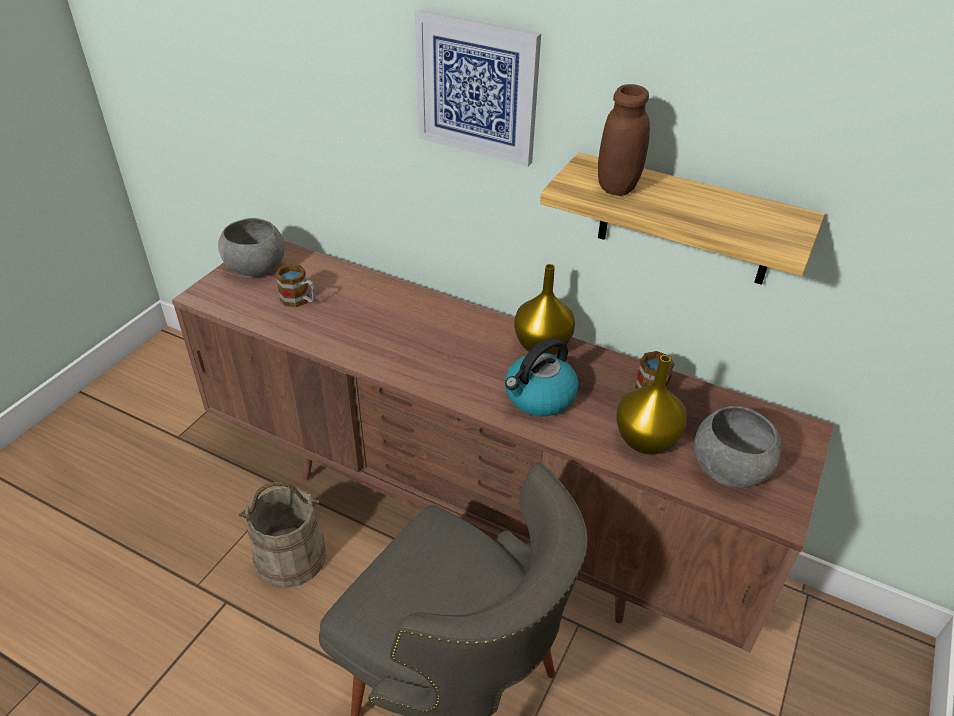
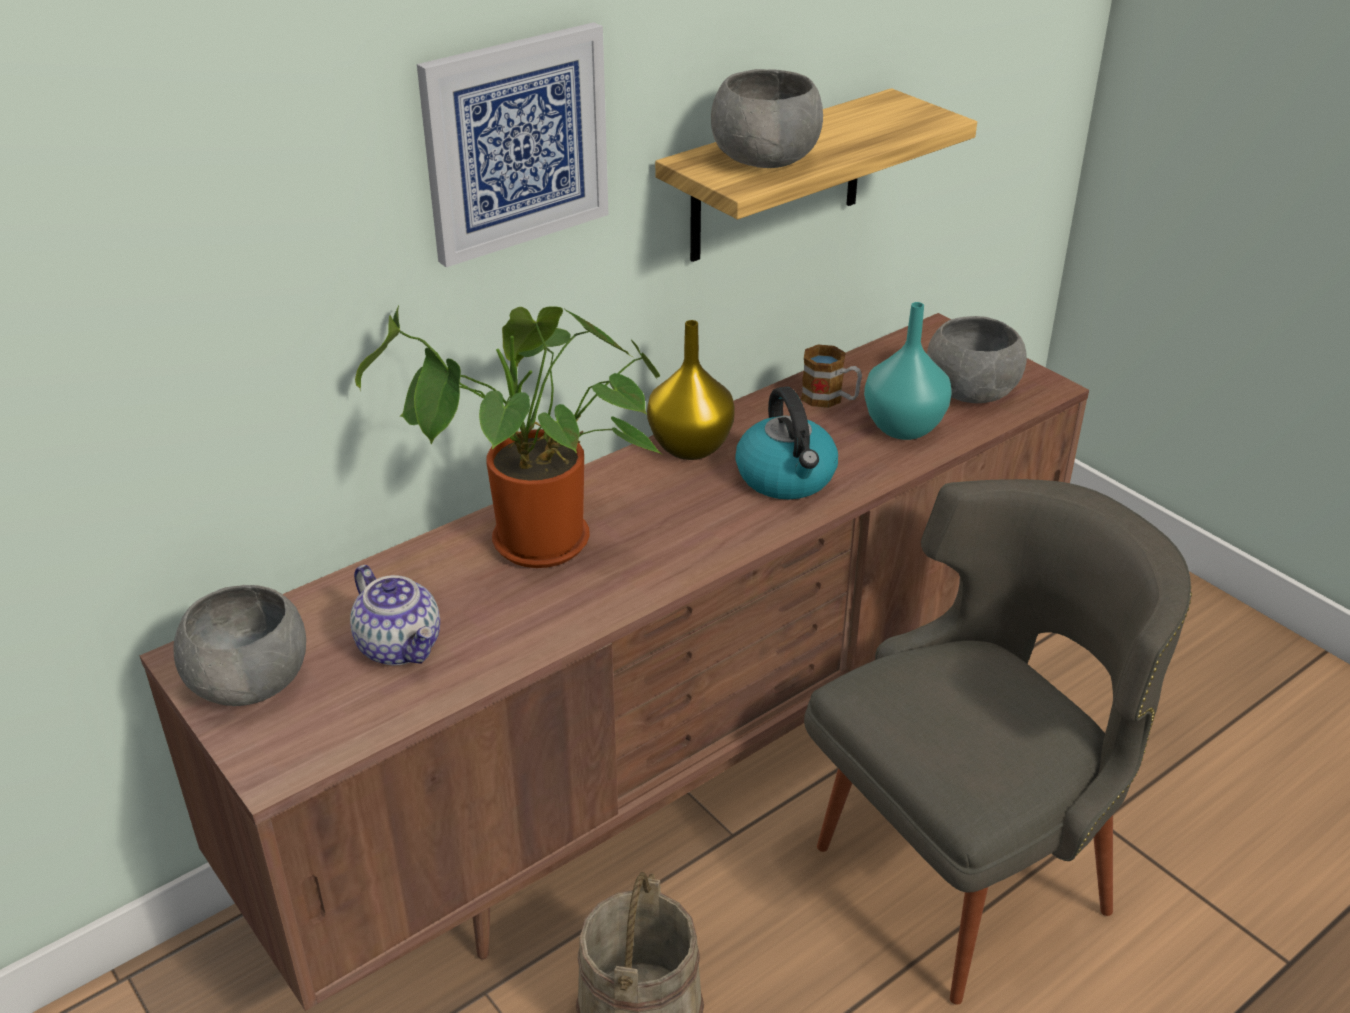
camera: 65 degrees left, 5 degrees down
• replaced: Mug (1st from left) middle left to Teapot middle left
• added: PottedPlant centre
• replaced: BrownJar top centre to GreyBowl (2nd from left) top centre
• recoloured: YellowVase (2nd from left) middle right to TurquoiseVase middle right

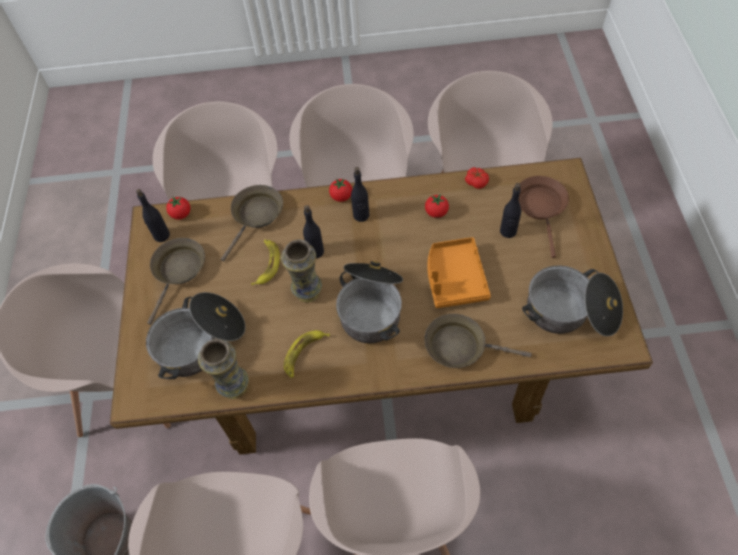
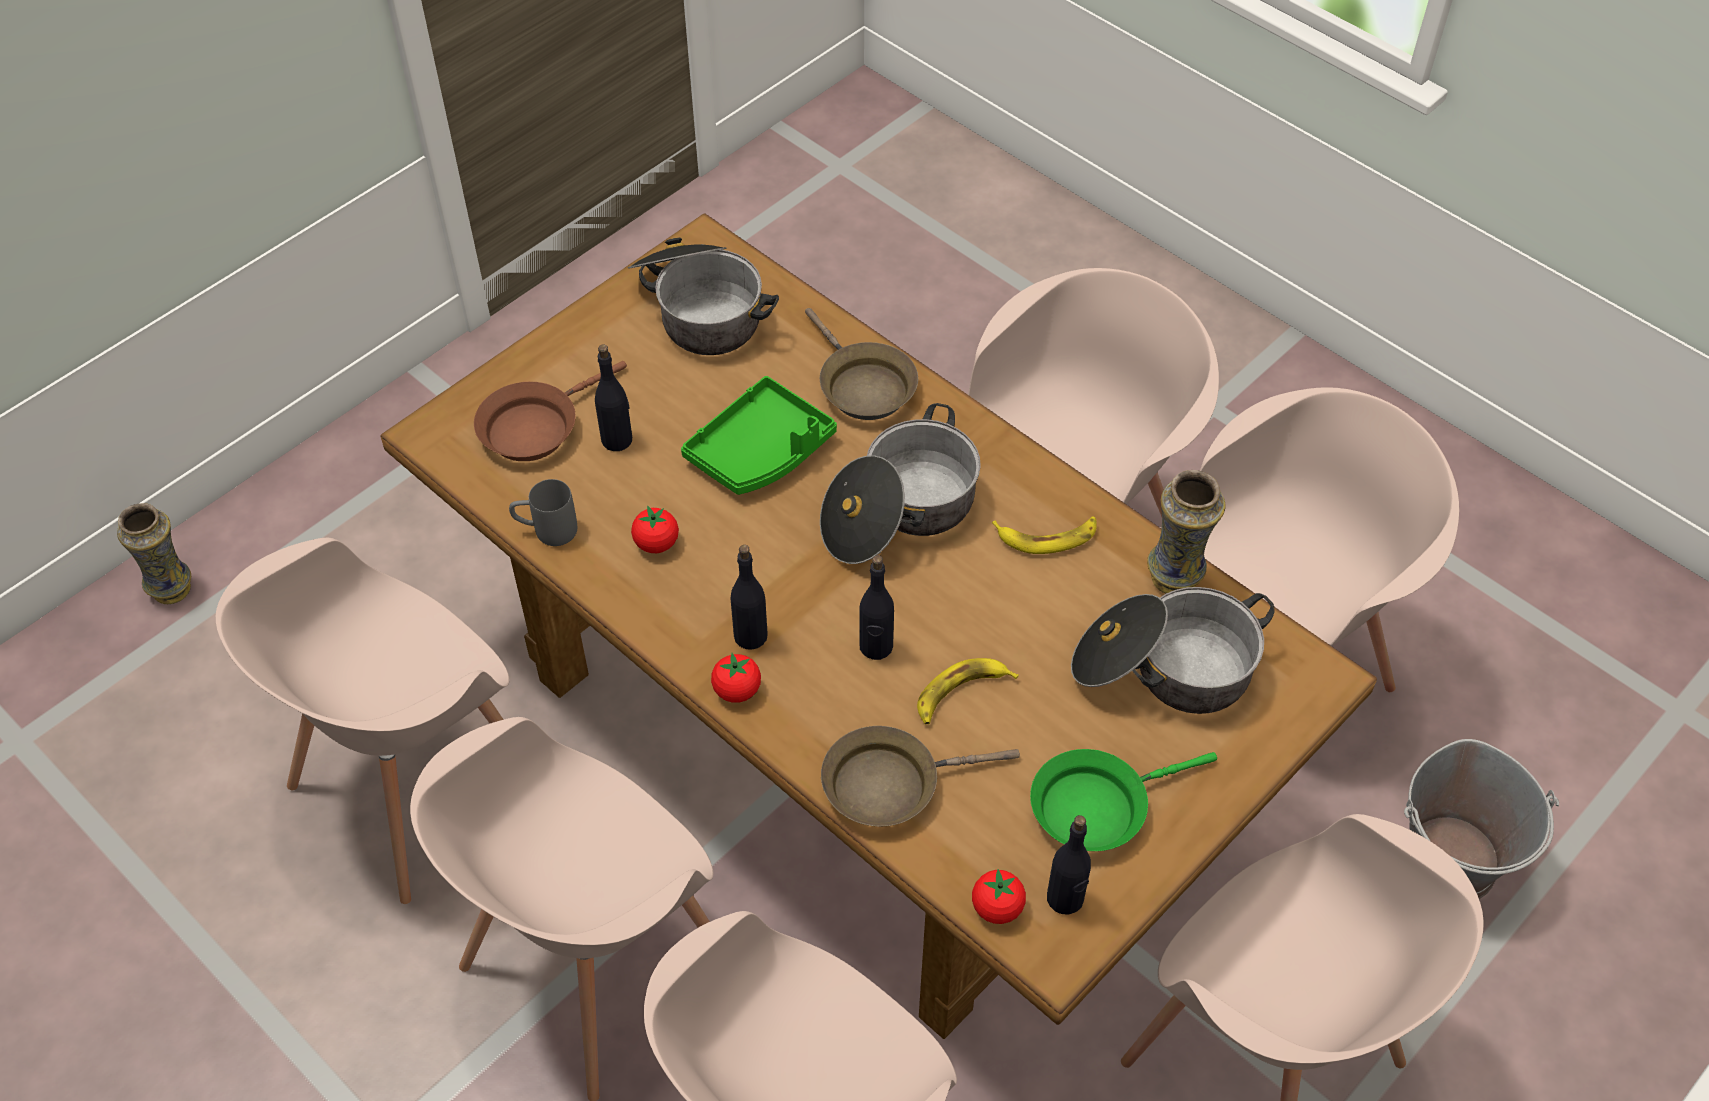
camera: 135 degrees left, 5 degrees down
• moved: Vase (2nd from left in the first image) centre to Vase (1st from left) middle left
• replaced: Tomato (4th from left) top centre to GreyMug middle left
• recoloured: OrangeTray centre to GreenTray centre
• recoloured: BrownFryingPan (1st from left) middle left to GreenFryingPan bottom centre

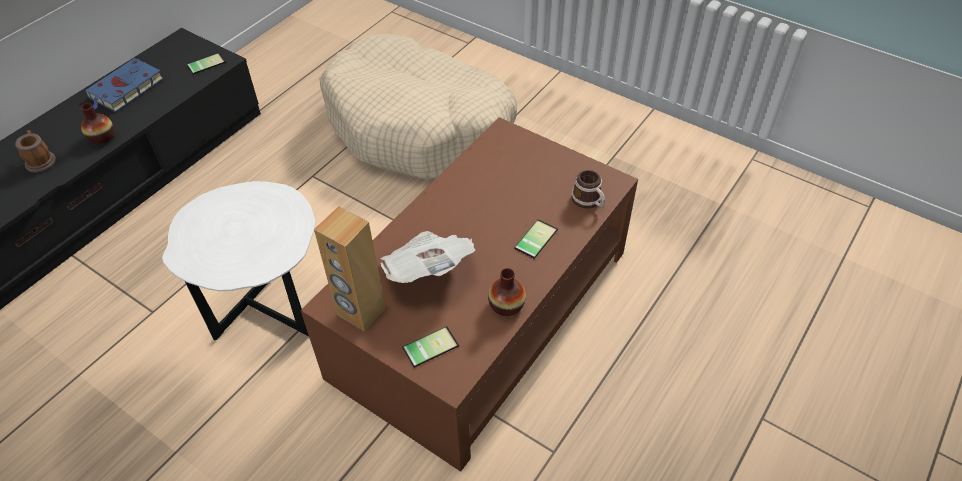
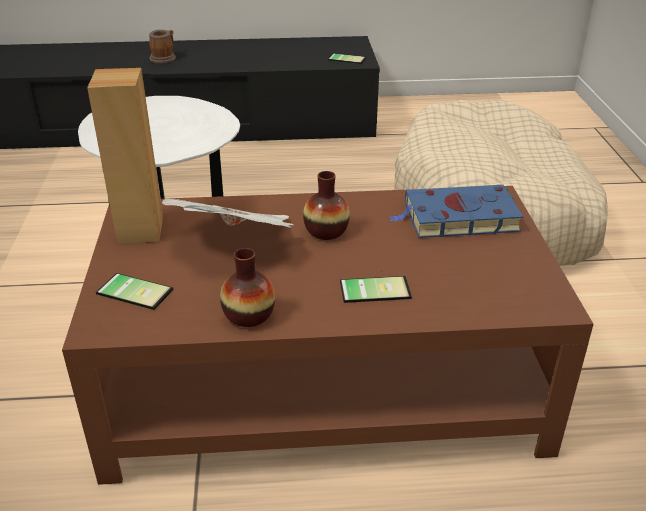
camera: 50 degrees right, 15 degrees down
• moved: Vase (1st from left in the first image) top left to Vase (2nd from left) centre
• moved: BlueBook top left to middle right
• removed: Mug (2nd from left) centre

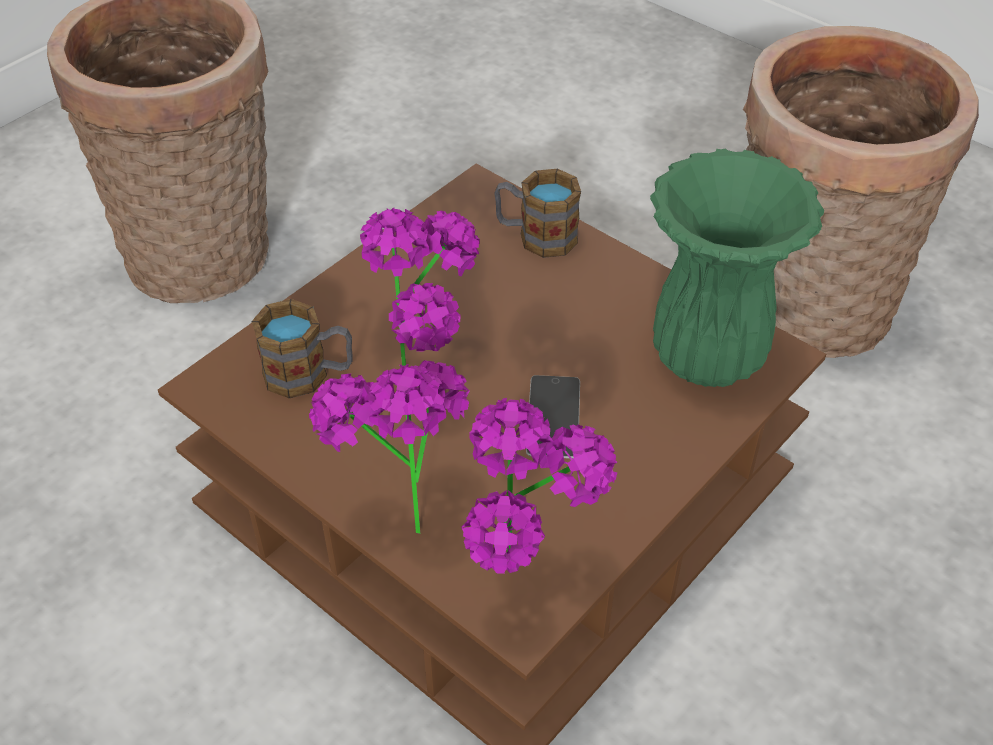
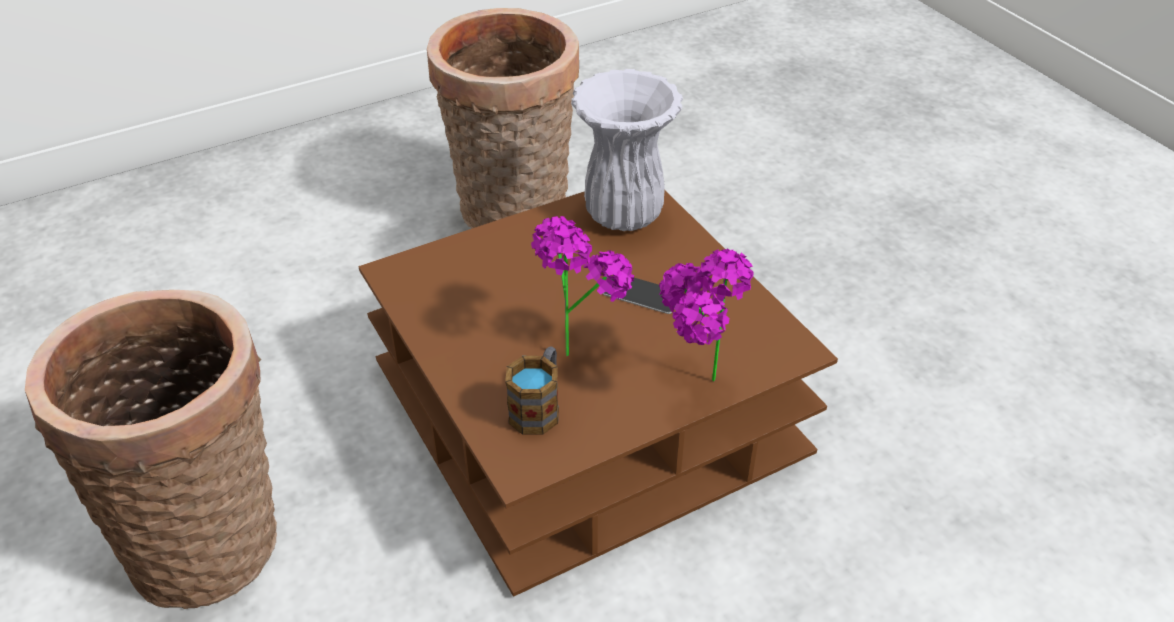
camera: 70 degrees left, 5 degrees down
• recoloured: GreenVase middle right to WhiteVase top centre
• removed: PottedPlant (3rd from left) centre
• removed: Mug (2nd from left) top centre

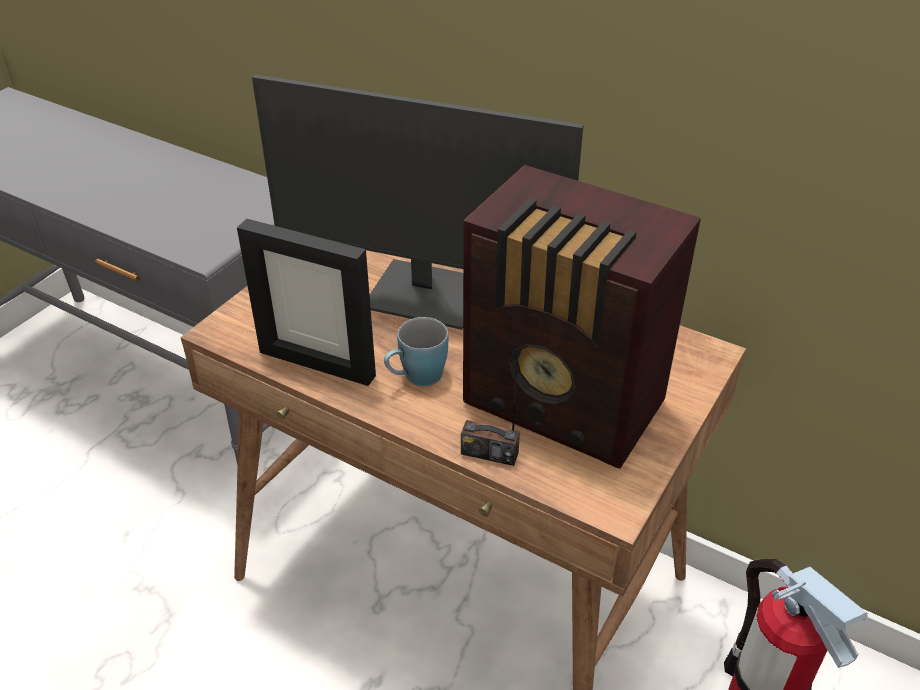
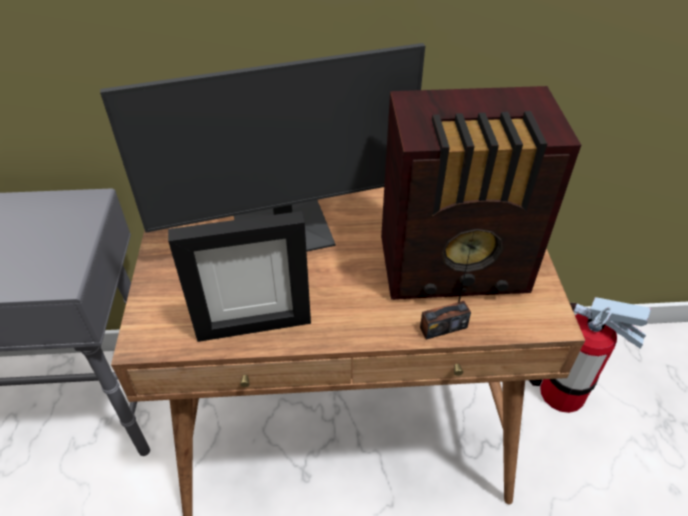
camera: 35 degrees left, 5 degrees up
• removed: BlueMug centre

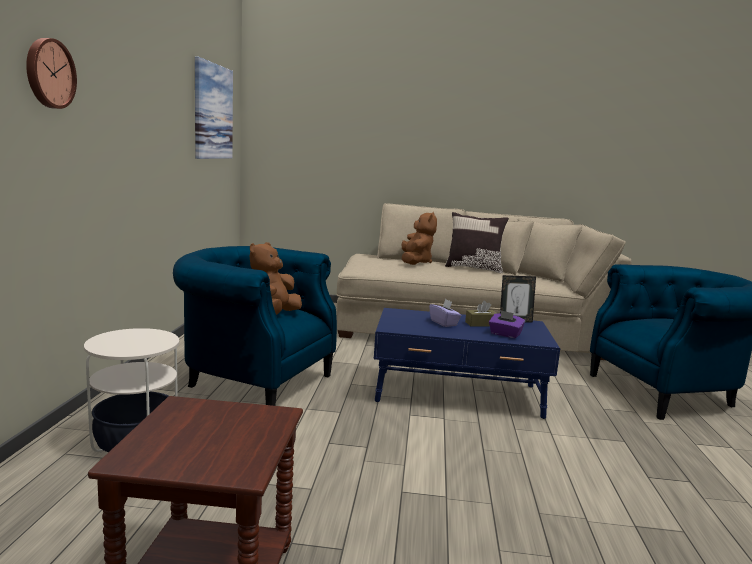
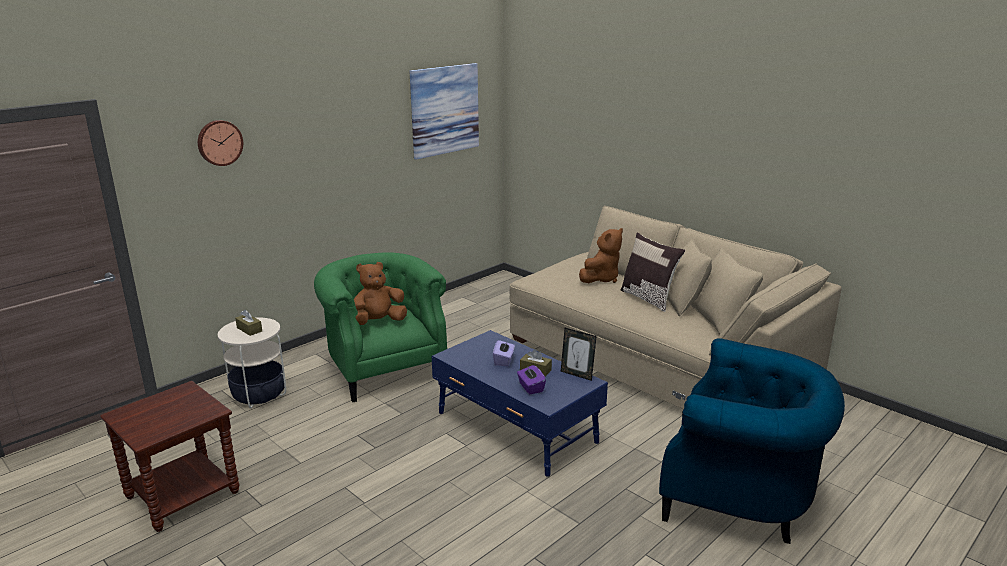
camera: 40 degrees right, 10 degrees up
• added: BrownTissueBox (1st from left) middle left
• recoloured: BlueArmchair (1st from left) centre to GreenArmchair centre

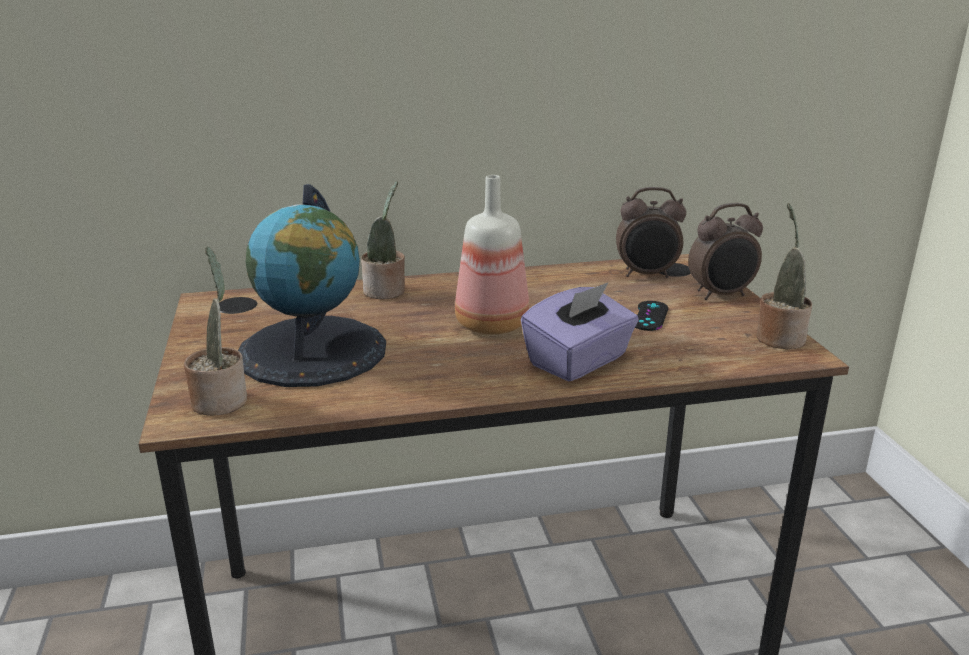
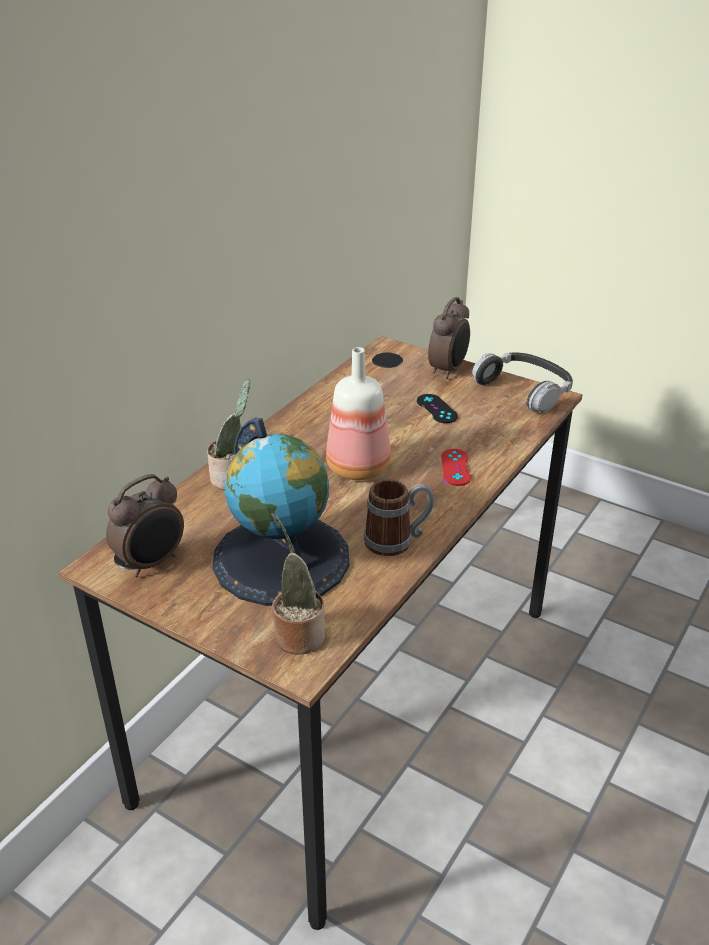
camera: 45 degrees left, 10 degrees up
• moved: AlarmClock (1st from left) middle right to middle left
• added: Mug centre
• replaced: PurpleTissueBox centre to RedGameController centre
• replaced: PottedPlant (3rd from left) middle right to Headphones middle right

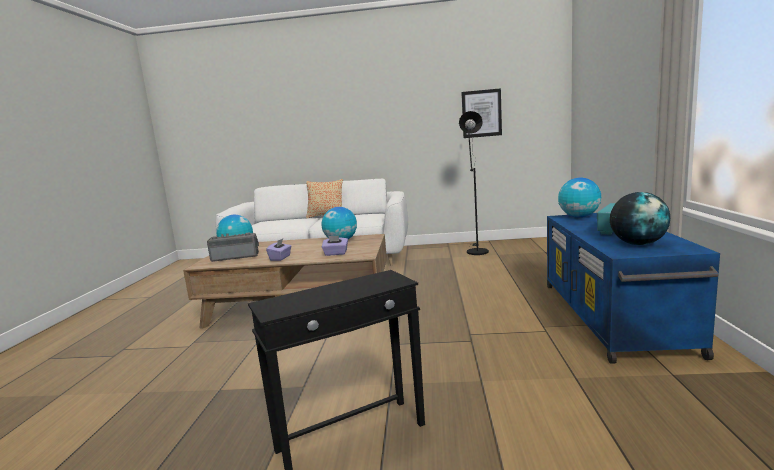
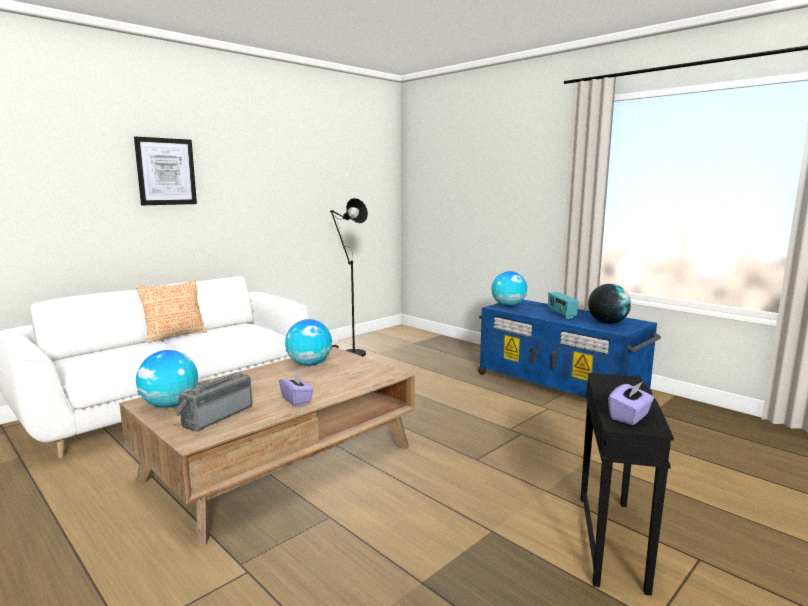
camera: 50 degrees left, 0 degrees up
• moved: Picture top centre to top left
• moved: PurpleTissueBox (2nd from left) centre to middle right

